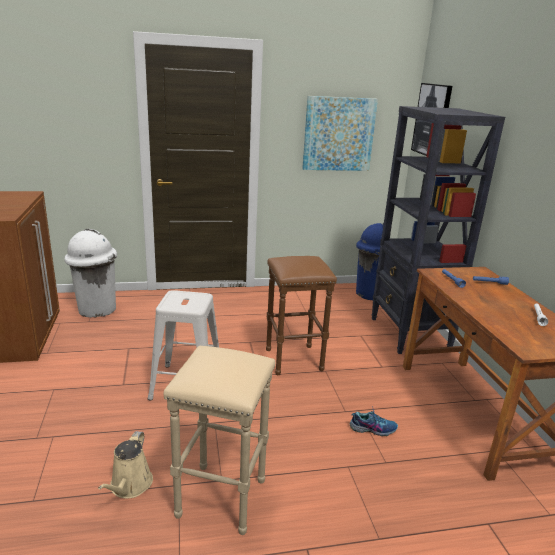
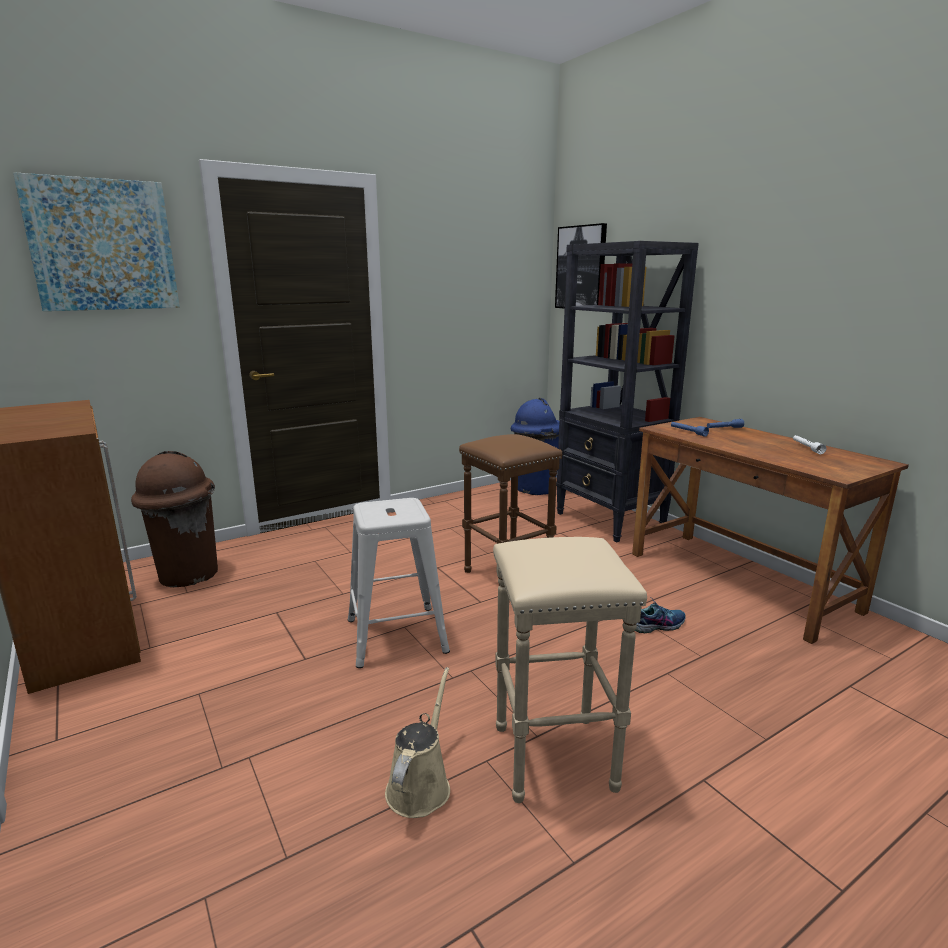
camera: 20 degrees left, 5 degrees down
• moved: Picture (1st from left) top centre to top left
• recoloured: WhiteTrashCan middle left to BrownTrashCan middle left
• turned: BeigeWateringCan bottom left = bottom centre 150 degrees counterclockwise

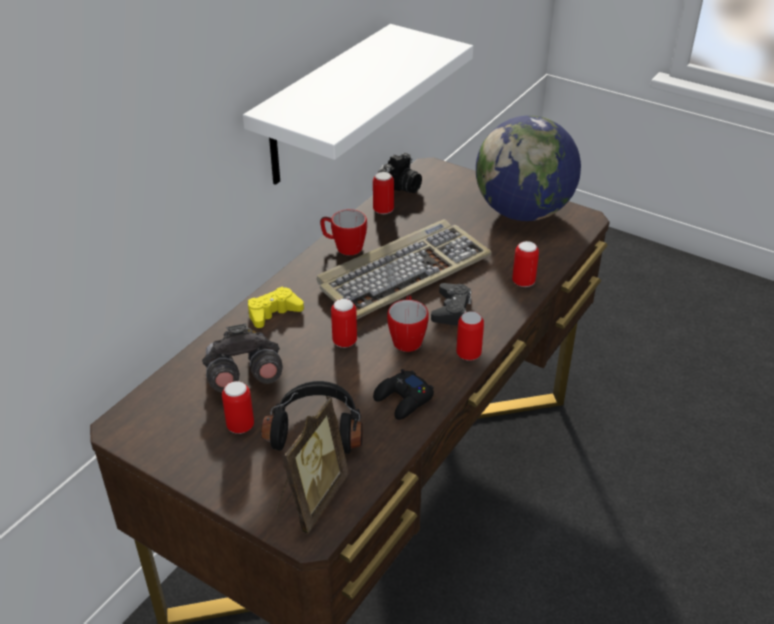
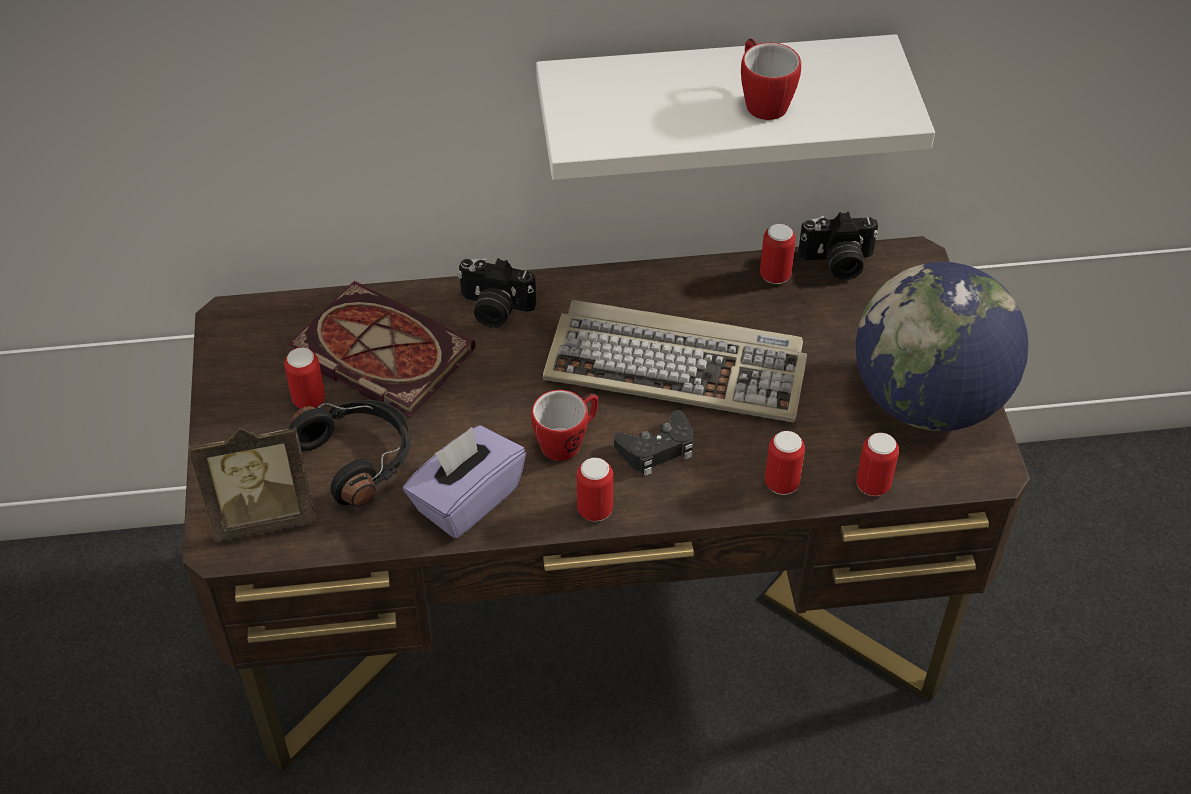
camera: 50 degrees right, 10 degrees up
• replaced: GreyBinoculars middle left to Book middle left
• replaced: BlackGameController (1st from left) centre to PurpleTissueBox centre
• replaced: YellowGameController centre to PhotoCamera (1st from left) centre
• moved: Mug (1st from left in the first image) centre to Mug (2nd from left) top centre
• moved: Can (2nd from left in the first image) centre to Can (5th from left) middle right

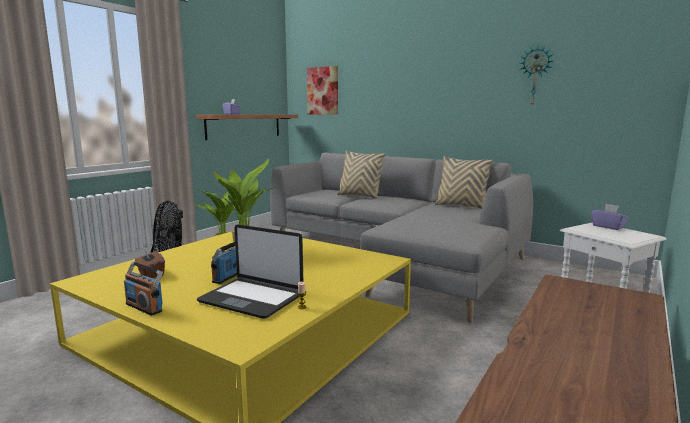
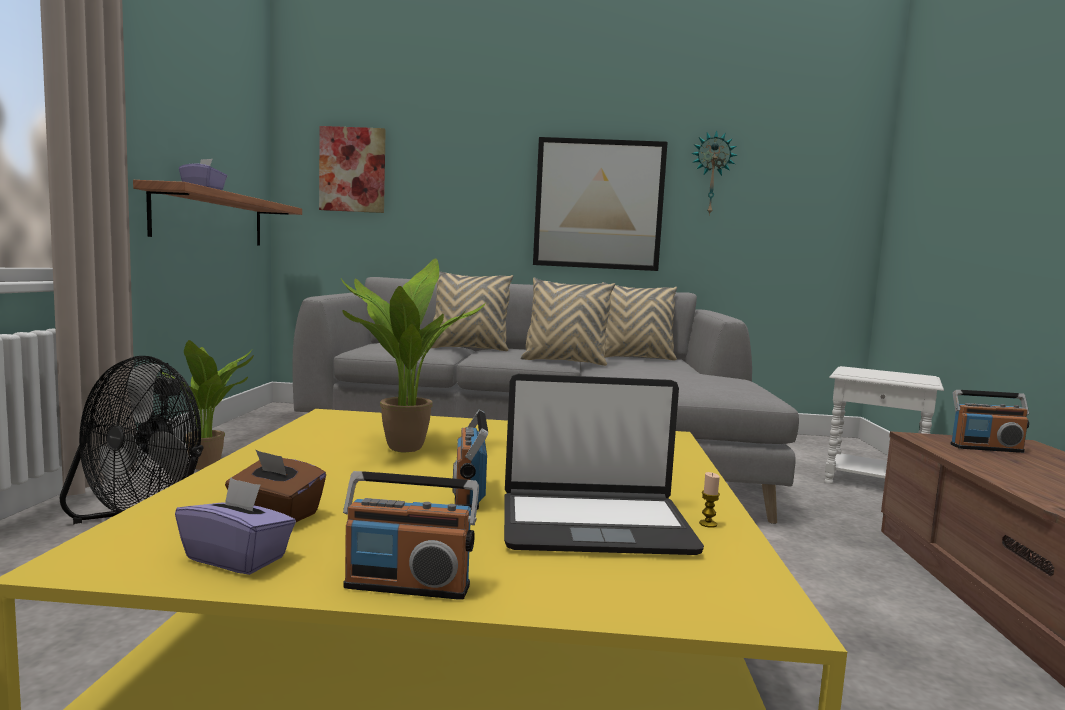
camera: 30 degrees left, 5 degrees down
• moved: PurpleTissueBox (2nd from left) middle right to bottom left
• added: BeigePillow (2nd from left) centre
• added: Picture (2nd from left) top centre
• added: Radio (3rd from left) middle right

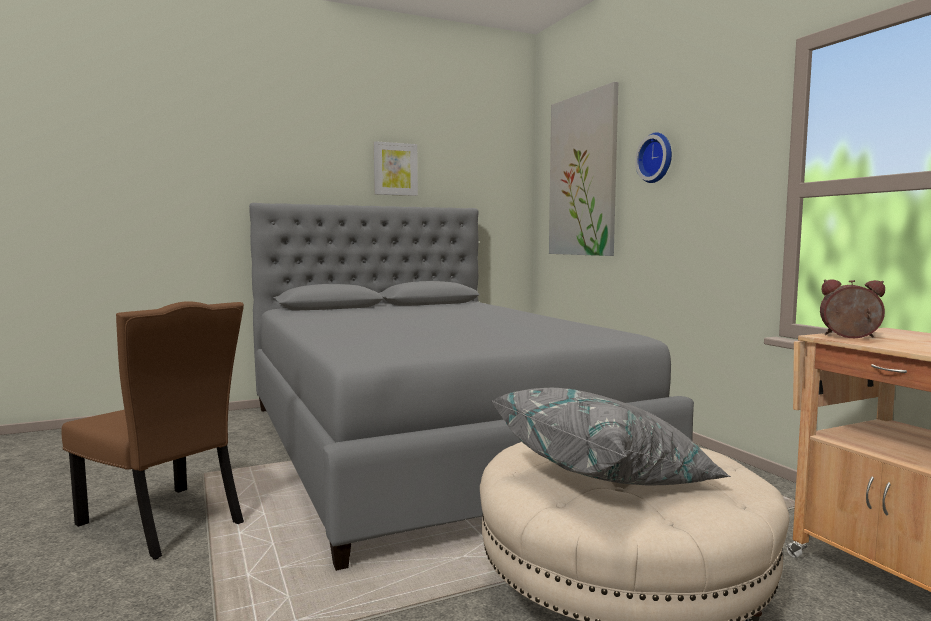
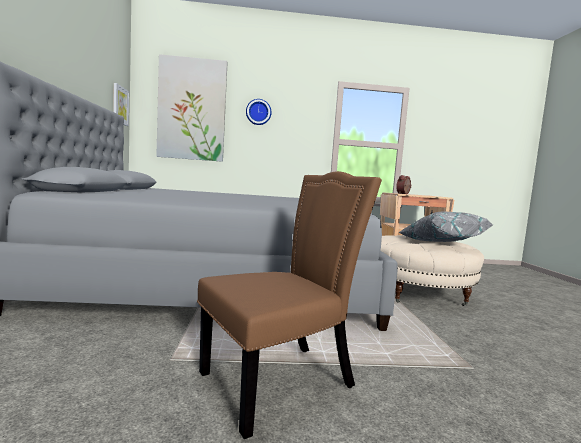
camera: 70 degrees left, 0 degrees up
• moved: Picture (1st from left) top centre to top left

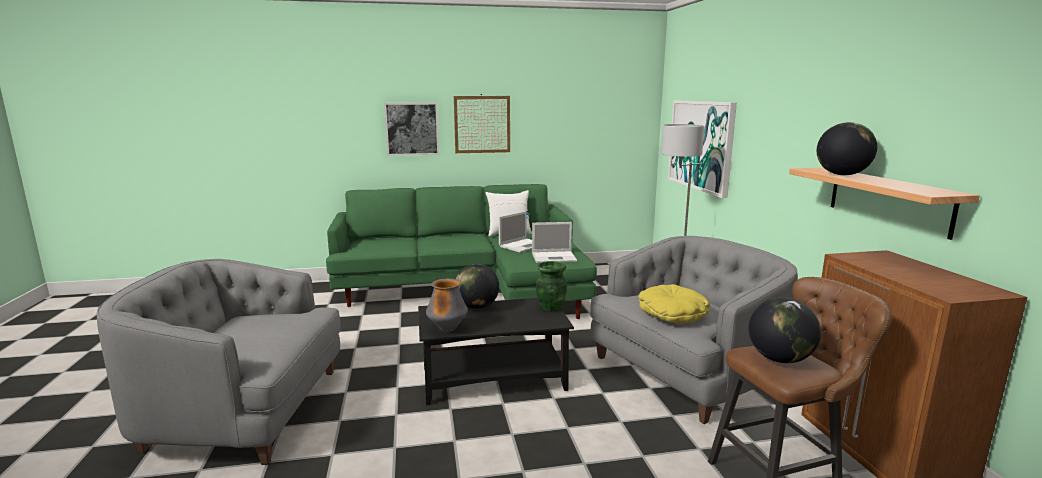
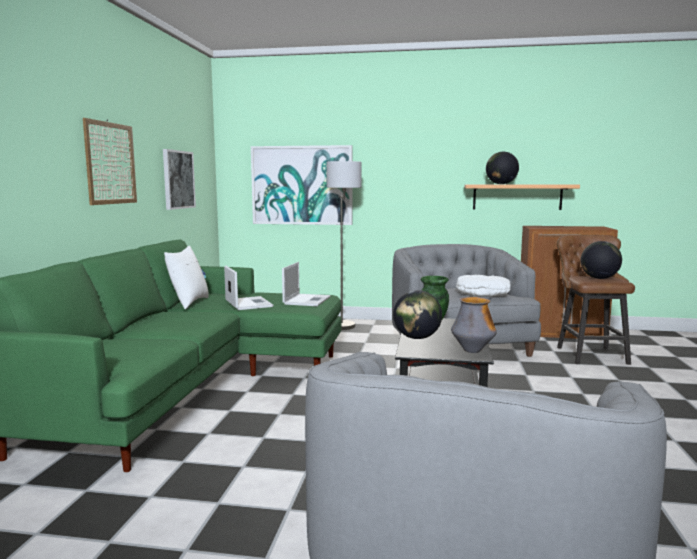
camera: 70 degrees left, 5 degrees down
• moved: Picture (1st from left in the first image) top centre to Picture (2nd from left) top left
• recoloured: YellowPillow centre to WhitePillow (2nd from left) middle right

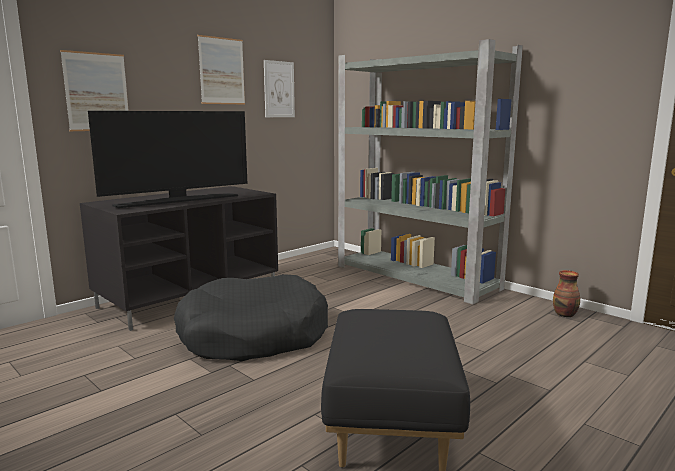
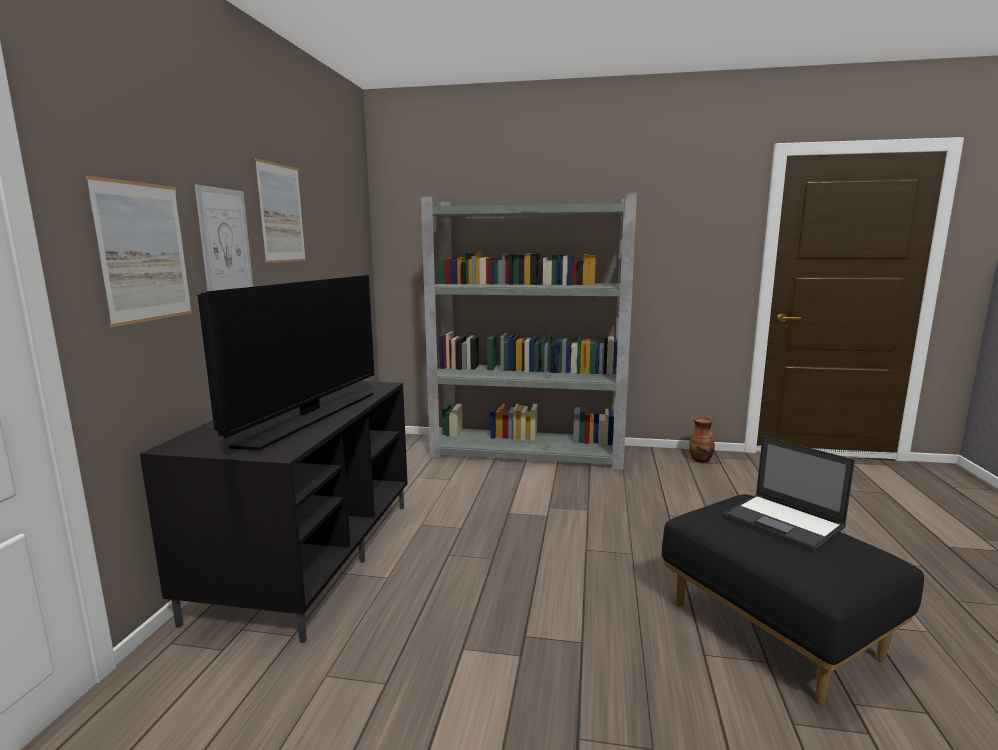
camera: 35 degrees left, 0 degrees up
• moved: Picture (3rd from left in the first image) top centre to Picture (2nd from left) top left
• added: Laptop middle right
• removed: BlackDogBed bottom centre

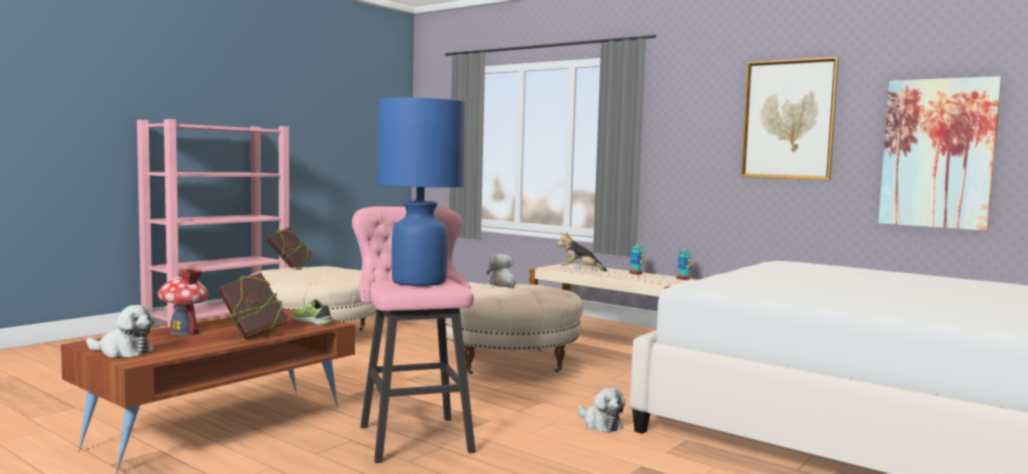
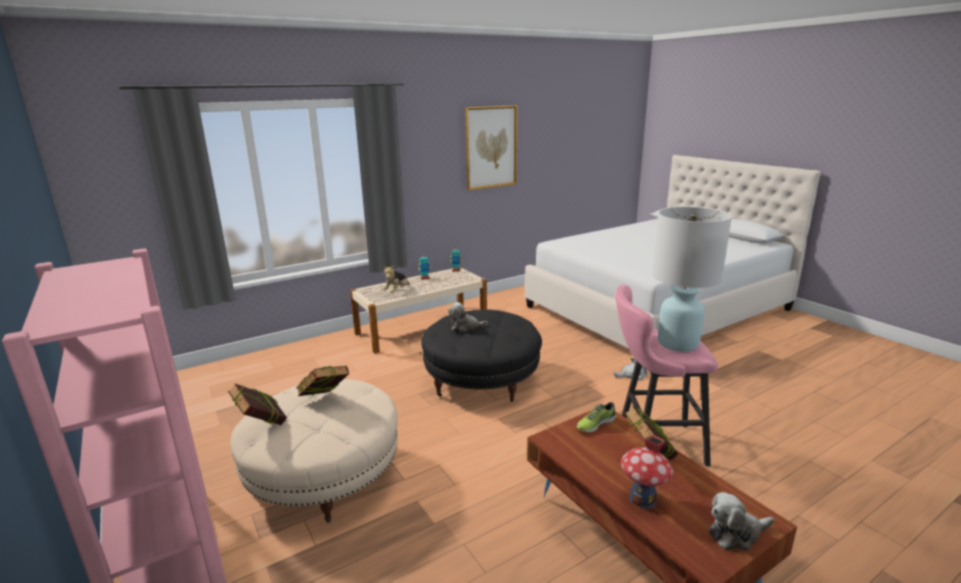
camera: 70 degrees left, 15 degrees up
• added: Book (2nd from left) centre
• recoloured: BeigeOttoman (2nd from left) bottom centre to BlackOttoman centre
• recoloured: BlueTableLamp centre to WhiteTableLamp middle right
• turned: PlushToy (1st from left in the first image) bottom left = bottom right 135 degrees counterclockwise
• removed: Picture (2nd from left) top right

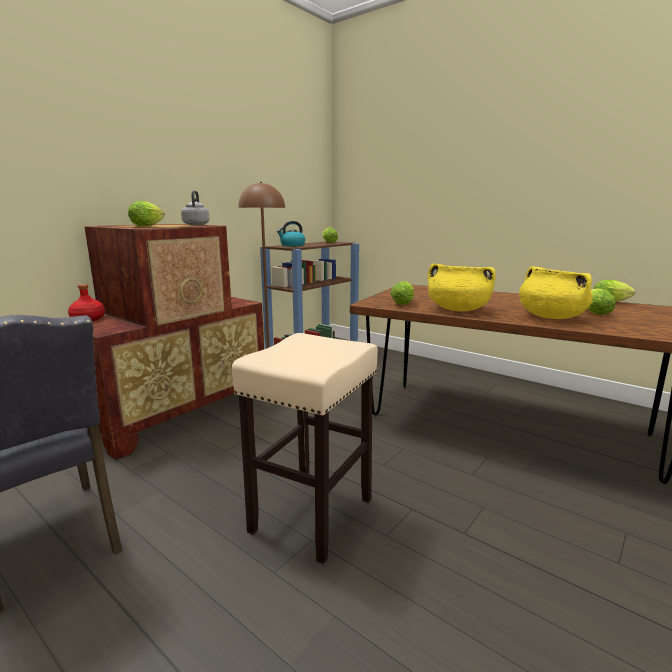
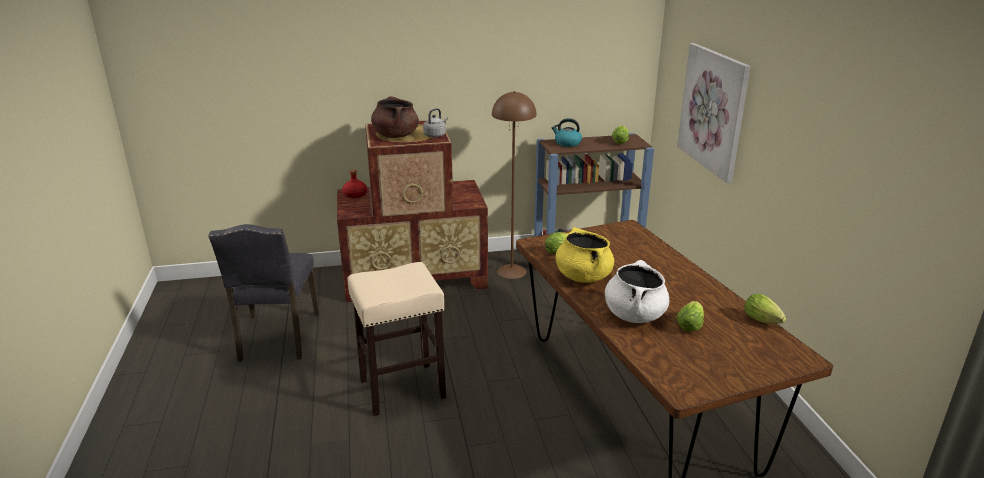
camera: 40 degrees right, 10 degrees up
• replaced: Lettuce (1st from left) top left to BrownCookingPot top centre
• recoloured: YellowCookingPot (2nd from left) middle right to WhiteCookingPot centre
• added: Picture top right

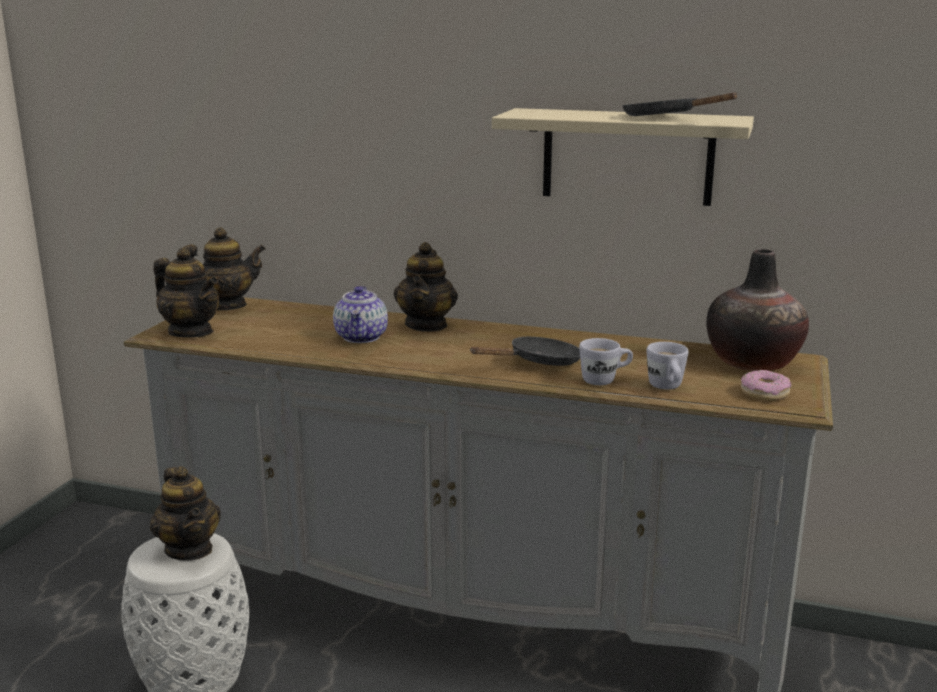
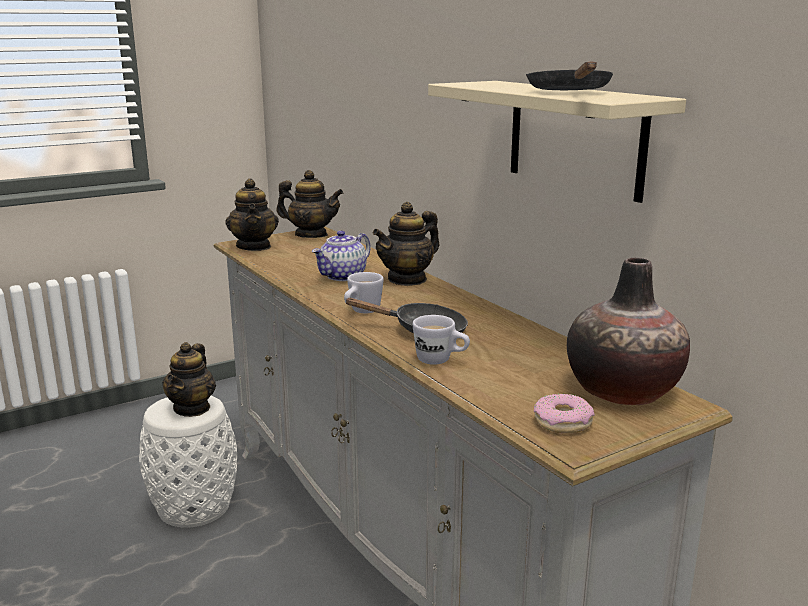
camera: 40 degrees right, 0 degrees up
• moved: WhiteMug (2nd from left in the first image) middle right to WhiteMug (1st from left) centre

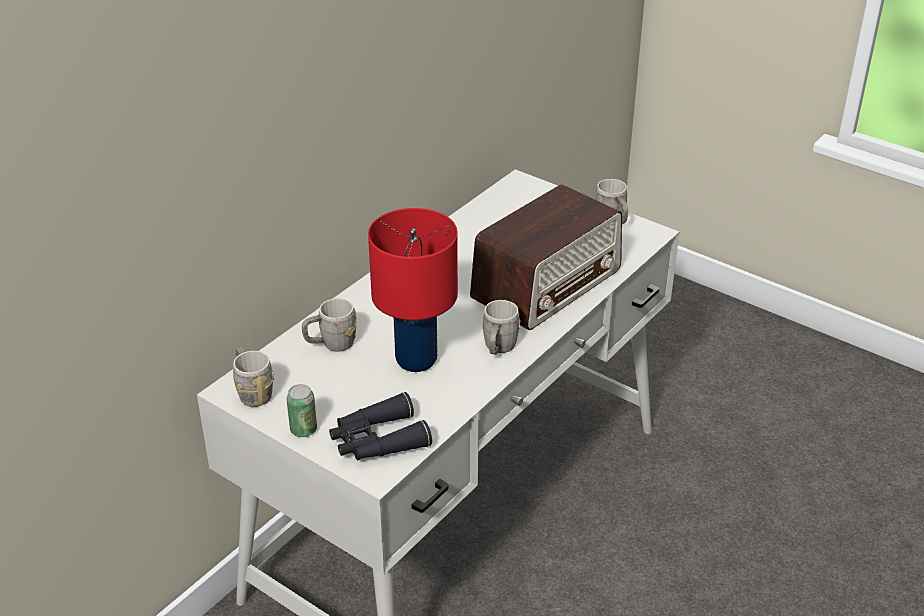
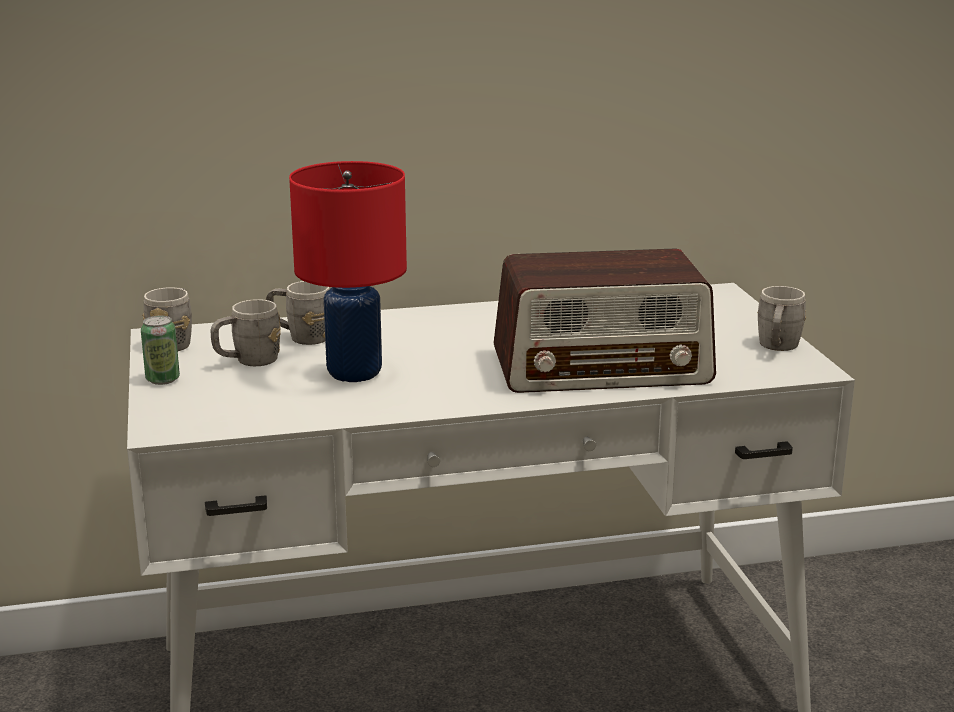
camera: 40 degrees right, 15 degrees down
• moved: GreyMug (3rd from left in the first image) centre to GreyMug (2nd from left) middle left
• removed: BlackBinoculars bottom centre

